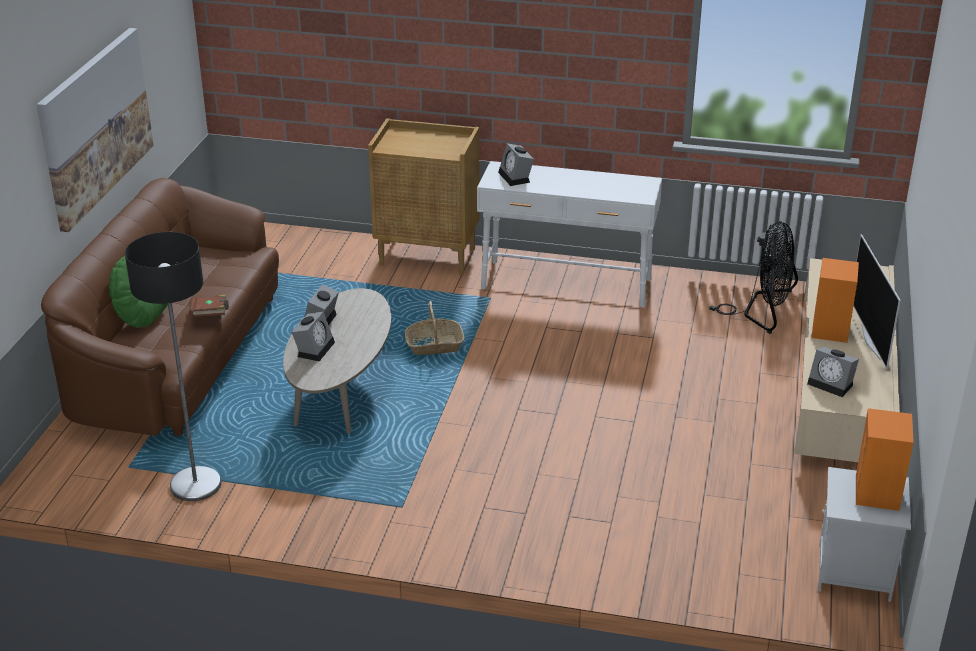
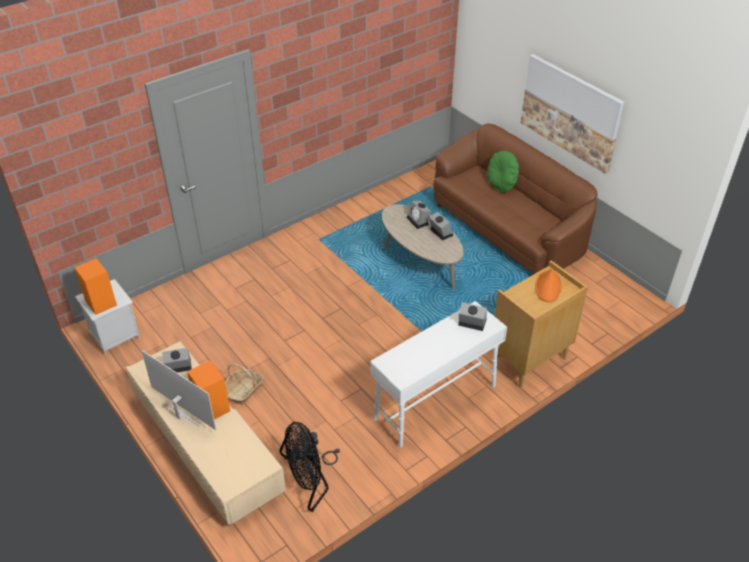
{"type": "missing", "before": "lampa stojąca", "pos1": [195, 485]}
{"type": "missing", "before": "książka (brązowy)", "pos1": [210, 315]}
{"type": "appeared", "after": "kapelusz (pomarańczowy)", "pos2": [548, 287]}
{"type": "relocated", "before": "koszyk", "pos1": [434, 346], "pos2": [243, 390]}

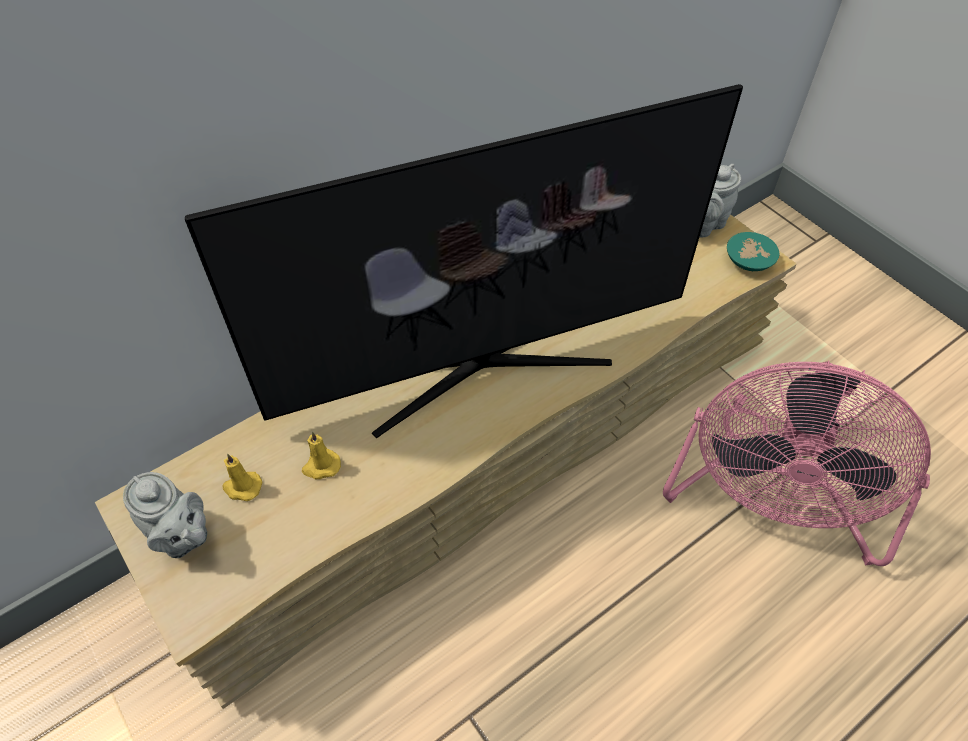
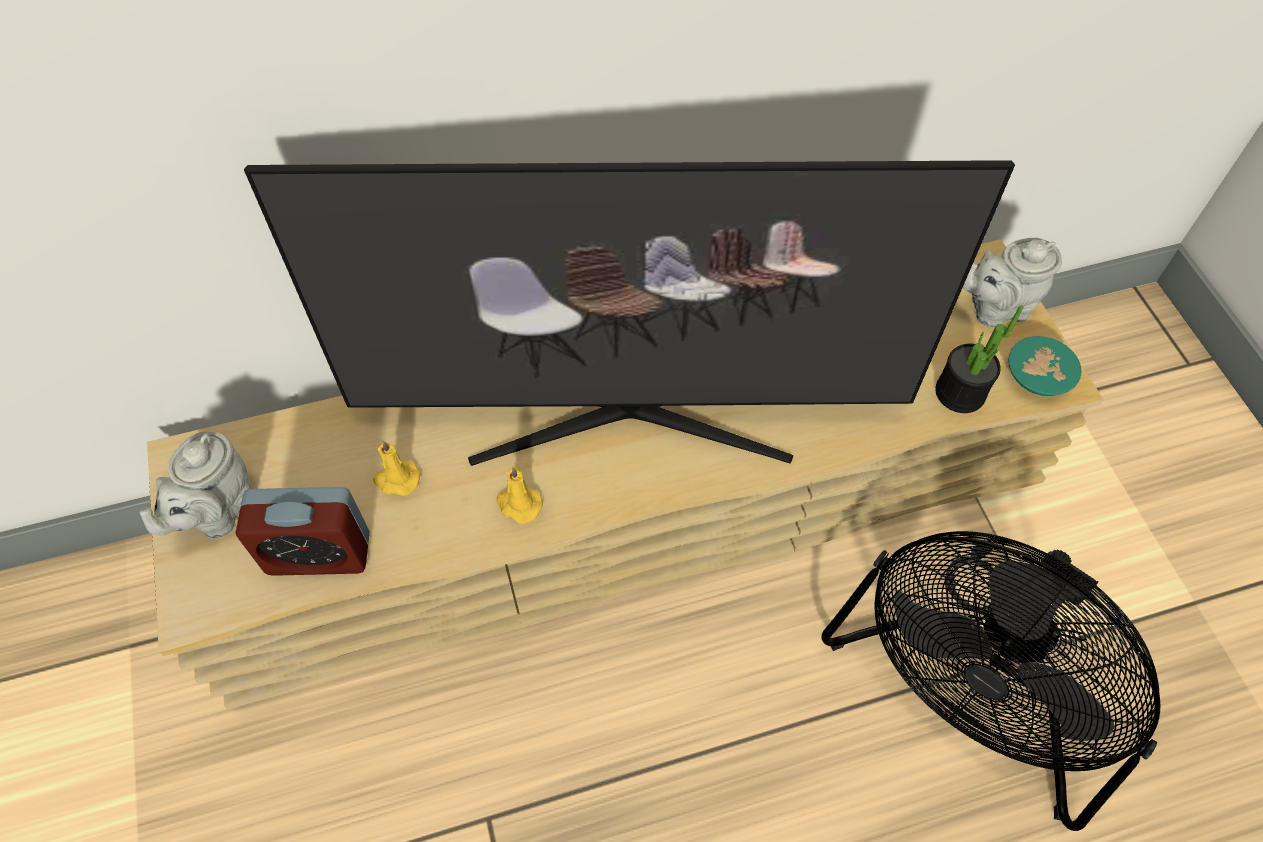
{"type": "appeared", "after": "budzik", "pos2": [319, 554]}
{"type": "appeared", "after": "roślina doniczkowa", "pos2": [960, 392]}
{"type": "relocated", "before": "świeca (żółty)", "pos1": [242, 487], "pos2": [518, 504]}
{"type": "colour", "before": "wentylator (różowy)", "after": "wentylator (czarny)", "pos1": [764, 493], "pos2": [961, 680]}
{"type": "spun", "before": "imbryk (szary)", "pos1": [182, 537], "pos2": [218, 512], "turn": 60}

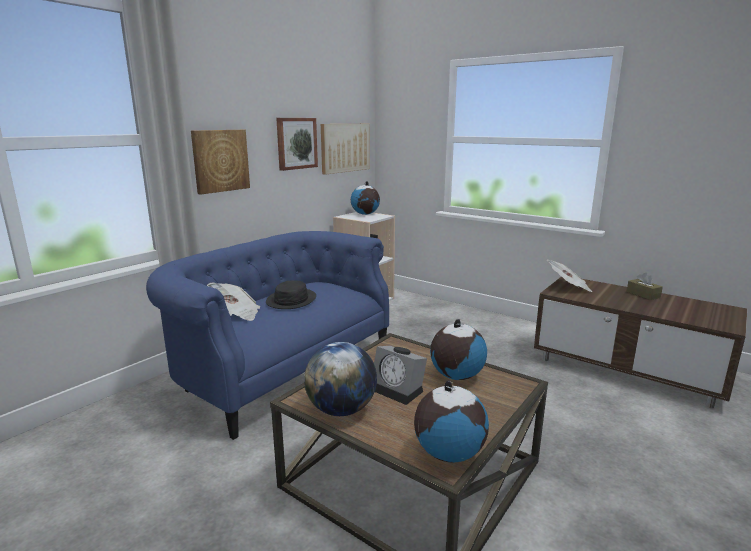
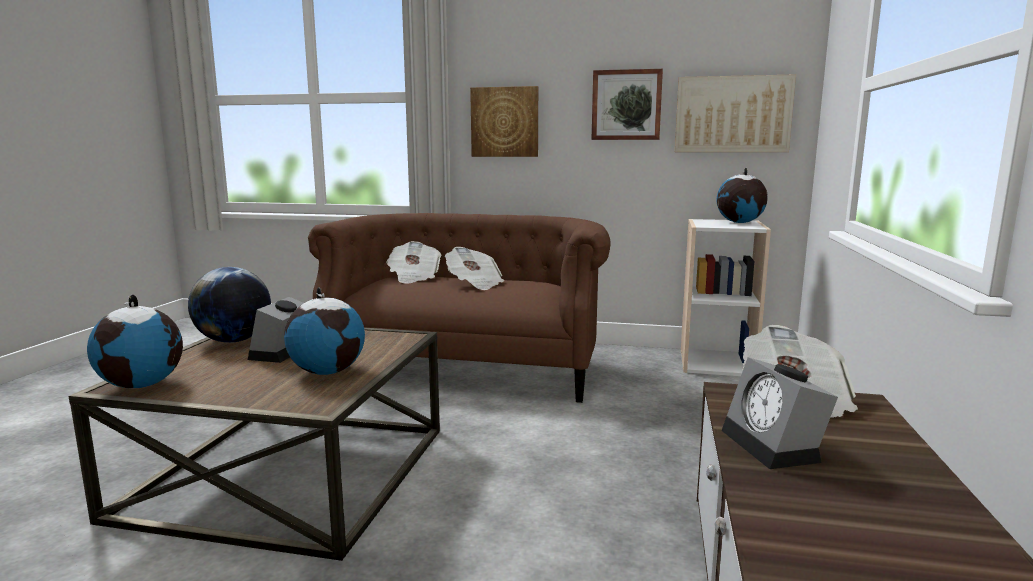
{"type": "missing", "before": "pudełko chusteczek (brązowy)", "pos1": [643, 294]}
{"type": "appeared", "after": "budzik", "pos2": [775, 446]}
{"type": "exchanged", "before": "kapelusz (czarny)", "after": "gazeta", "pos1": [291, 300], "pos2": [474, 284]}
{"type": "colour", "before": "kanapa (niebieski)", "after": "kanapa (brązowy)", "pos1": [282, 368], "pos2": [467, 367]}

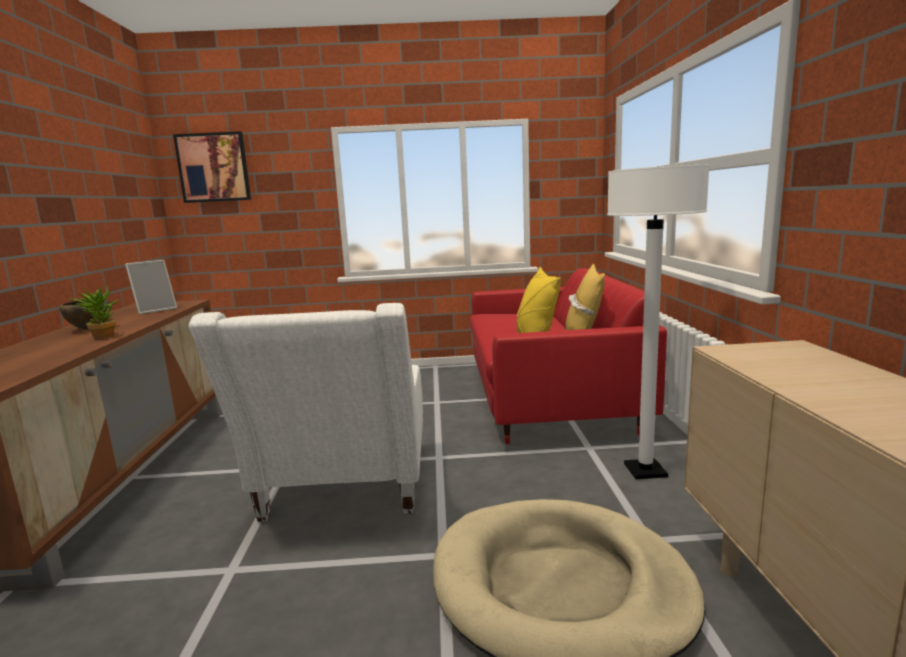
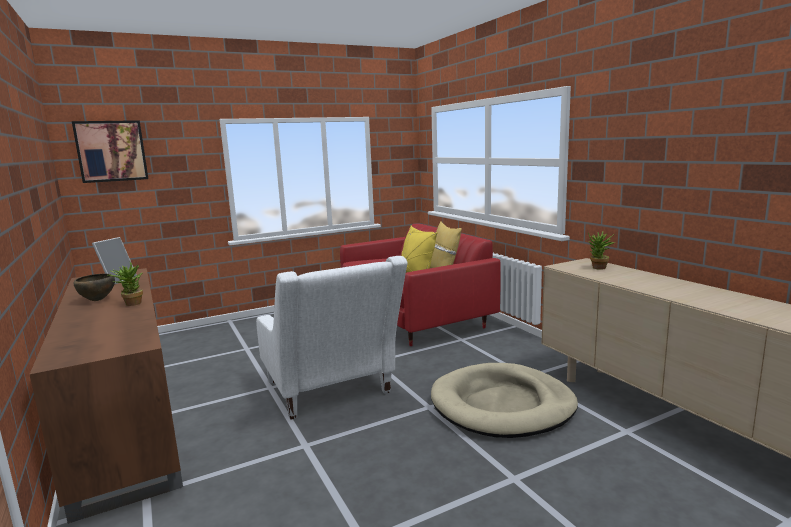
{"type": "missing", "before": "lampa stojąca (biały)", "pos1": [645, 471]}
{"type": "appeared", "after": "roślina doniczkowa", "pos2": [598, 268]}

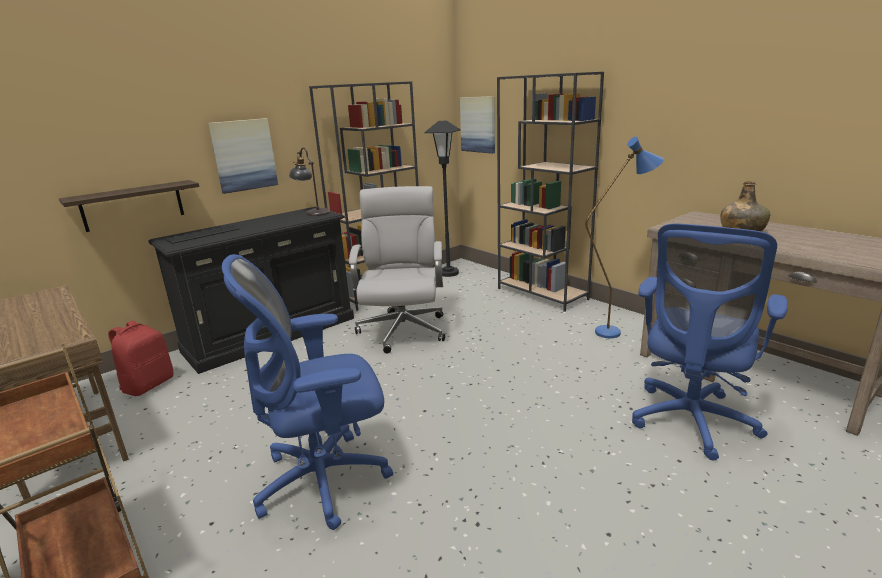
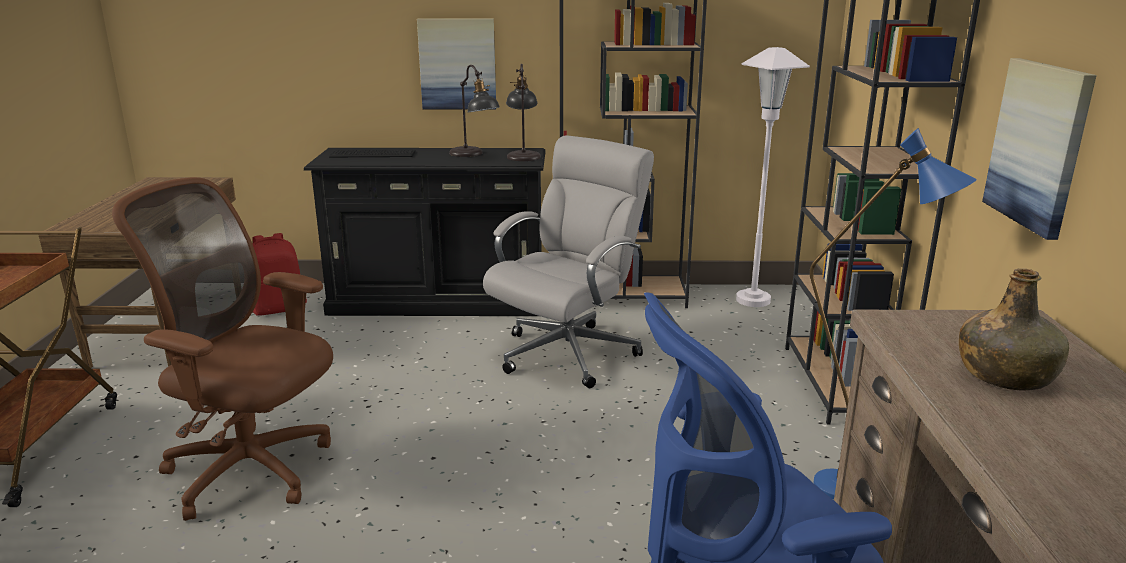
{"type": "missing", "before": "półka", "pos1": [133, 205]}
{"type": "appeared", "after": "lampa stołowa (szary)", "pos2": [475, 155]}
{"type": "relocated", "before": "obraz", "pos1": [478, 124], "pos2": [1038, 145]}
{"type": "colour", "before": "krzesło biurowe (niebieski)", "after": "krzesło biurowe (brązowy)", "pos1": [329, 475], "pos2": [258, 471]}
{"type": "colour", "before": "lampa stojąca (czarny)", "after": "lampa stojąca (biały)", "pos1": [448, 273], "pos2": [753, 300]}

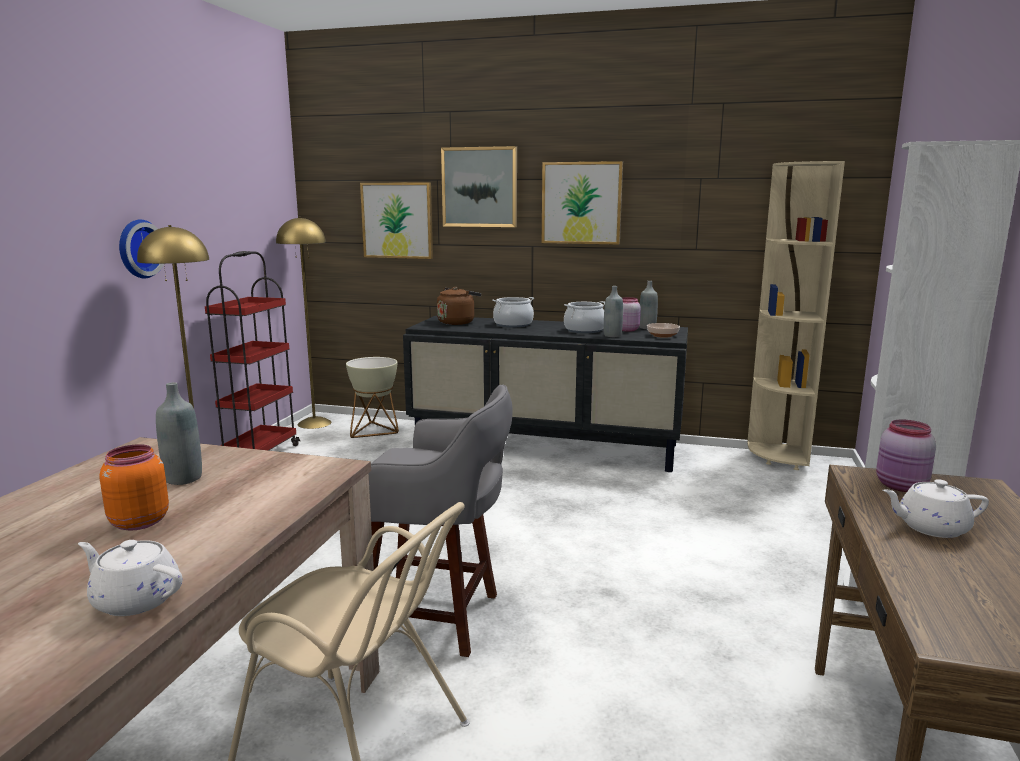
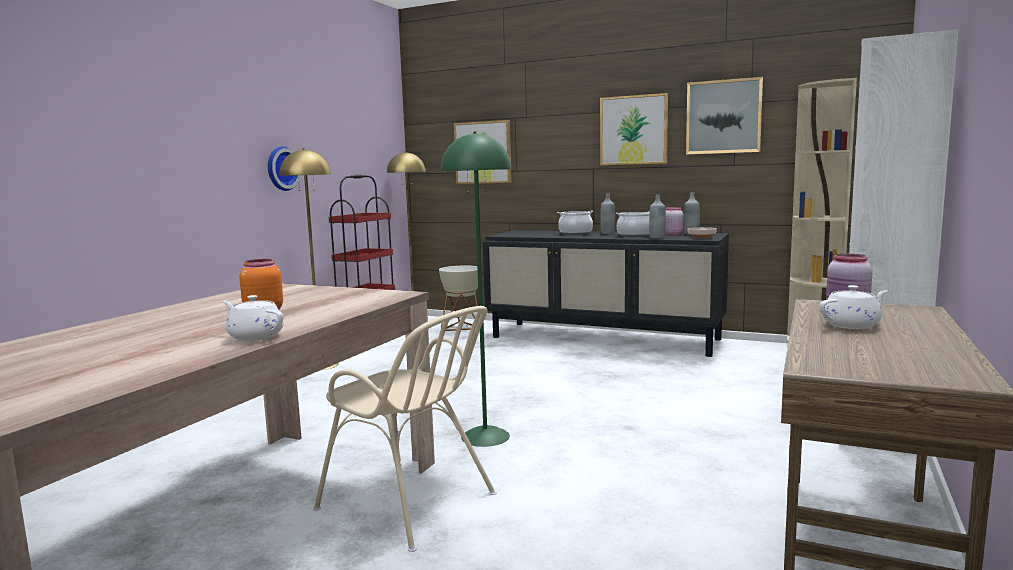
{"type": "missing", "before": "czajnik (brązowy)", "pos1": [457, 322]}
{"type": "relocated", "before": "butelka (szary)", "pos1": [183, 478], "pos2": [607, 233]}
{"type": "relocated", "before": "obraz", "pos1": [480, 187], "pos2": [723, 117]}
{"type": "exchanged", "before": "stołek (szary)", "after": "lampa stojąca (zielony)", "pos1": [436, 618], "pos2": [485, 436]}
{"type": "spun", "before": "imbryk (biały)", "pos1": [930, 528], "pos2": [852, 325], "turn": 150}

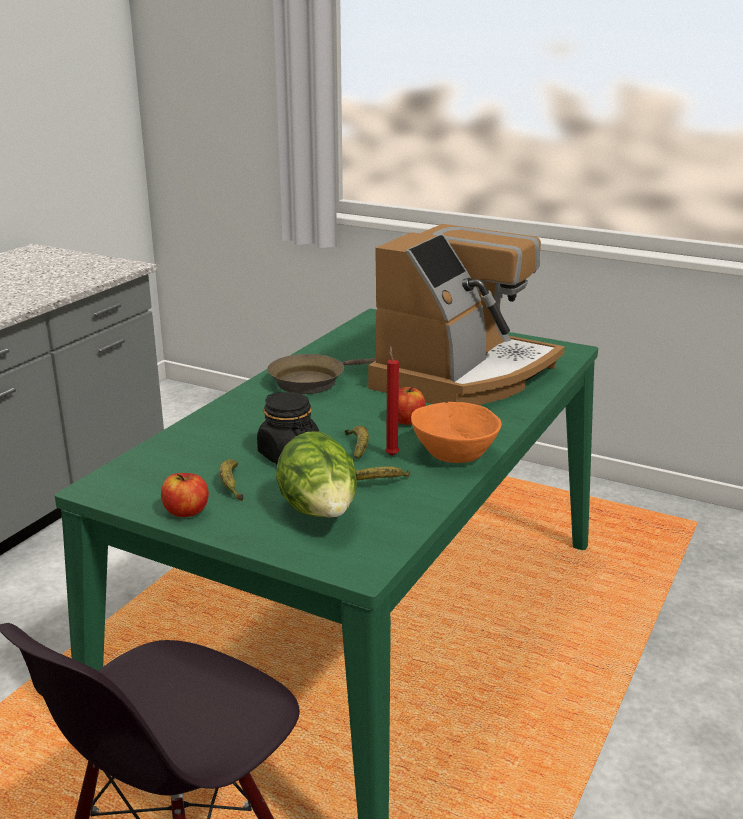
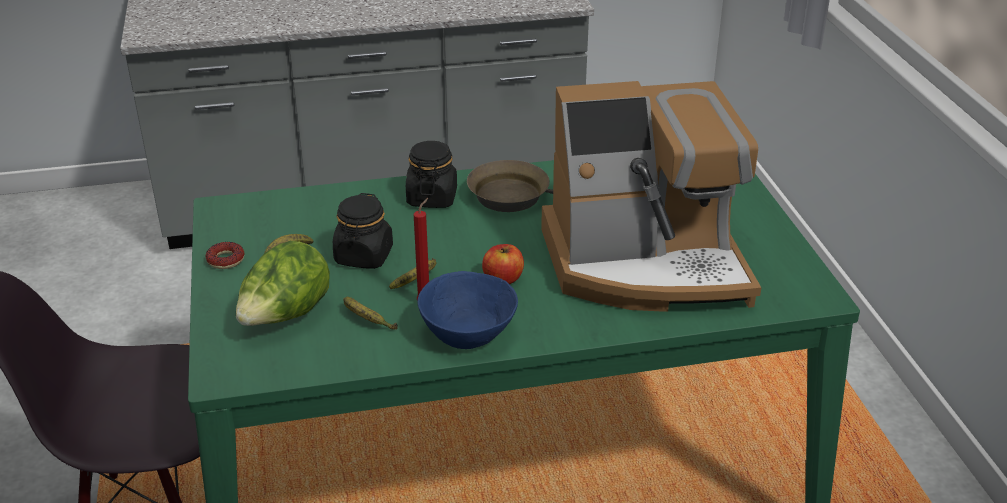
{"type": "appeared", "after": "słoik (czarny)", "pos2": [432, 197]}
{"type": "exchanged", "before": "jabłko", "after": "donut", "pos1": [186, 511], "pos2": [225, 260]}
{"type": "colour", "before": "miska (pomarańczowy)", "after": "miska (niebieski)", "pos1": [455, 454], "pos2": [468, 334]}

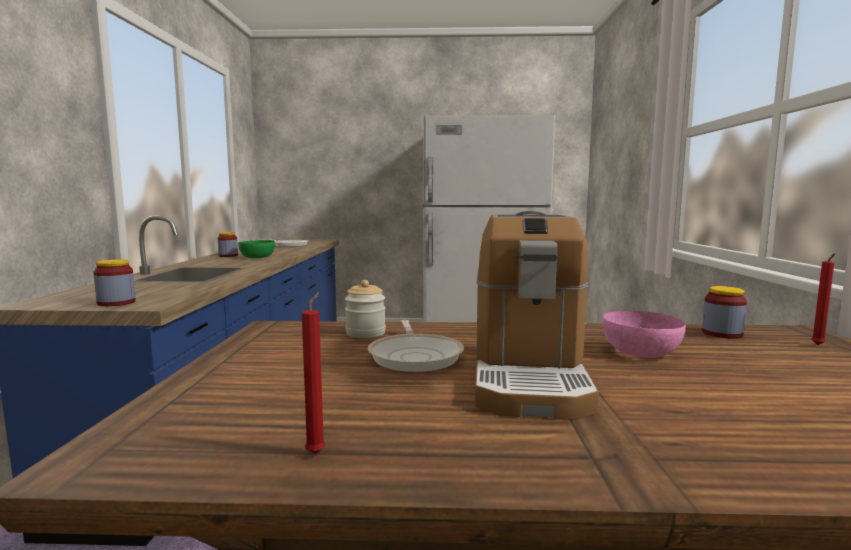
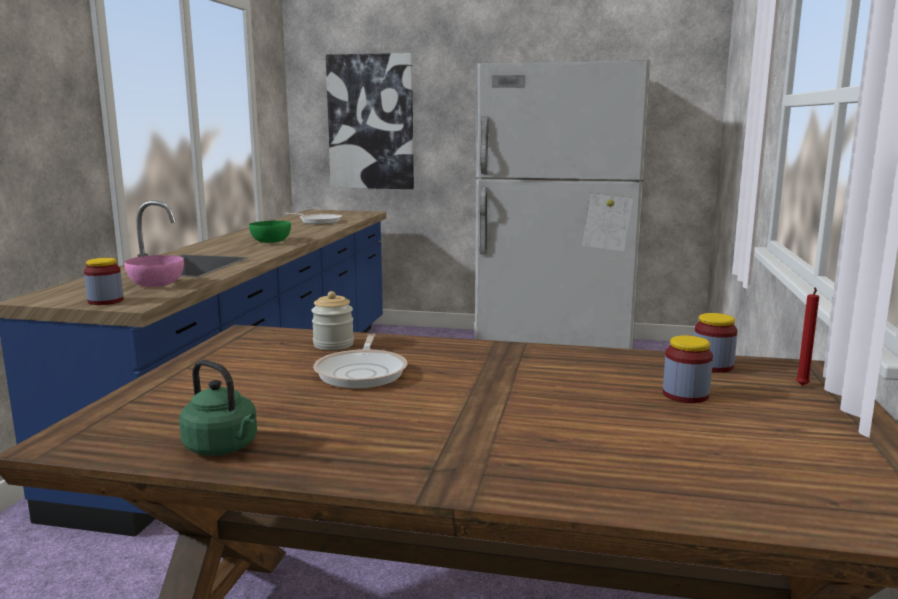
{"type": "missing", "before": "ekspres do kawy", "pos1": [528, 377]}
{"type": "appeared", "after": "obraz", "pos2": [371, 122]}
{"type": "relocated", "before": "słoik", "pos1": [228, 256], "pos2": [685, 395]}
{"type": "relocated", "before": "miska (różowy)", "pos1": [640, 352], "pos2": [157, 284]}
{"type": "exchanged", "before": "świeca (czerwony)", "after": "czajnik (zielony)", "pos1": [317, 452], "pos2": [223, 448]}

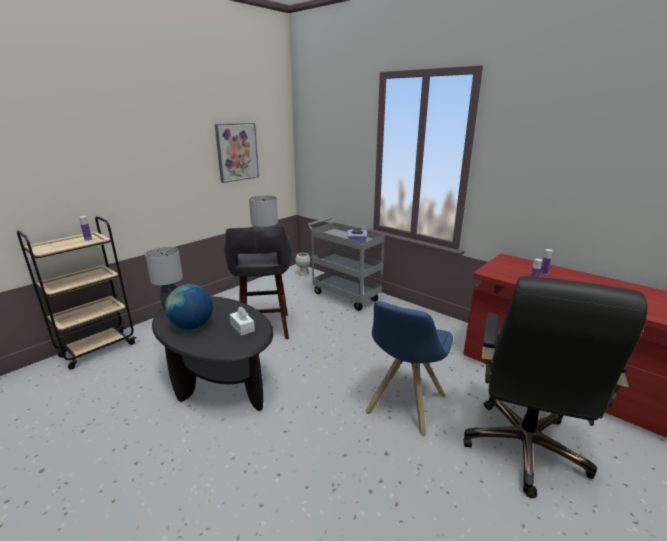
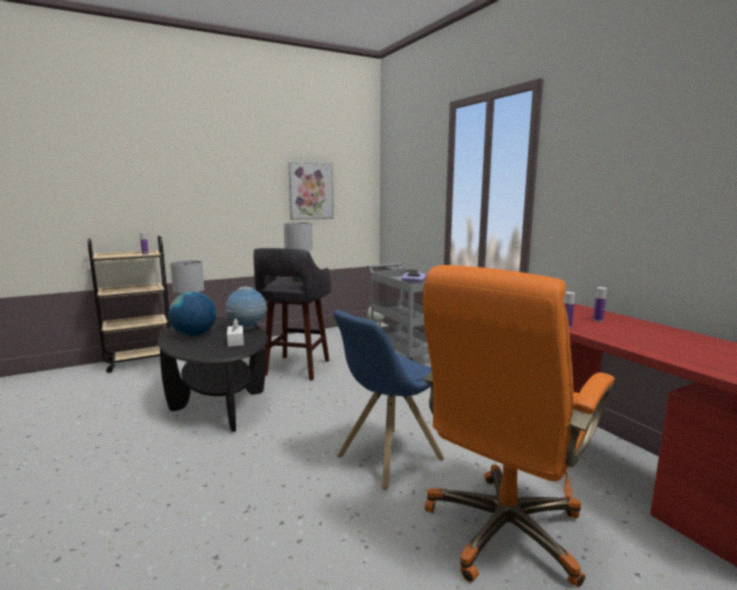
{"type": "appeared", "after": "globus", "pos2": [247, 328]}
{"type": "colour", "before": "krzesło biurowe (czarny)", "after": "krzesło biurowe (pomarańczowy)", "pos1": [523, 444], "pos2": [506, 527]}

